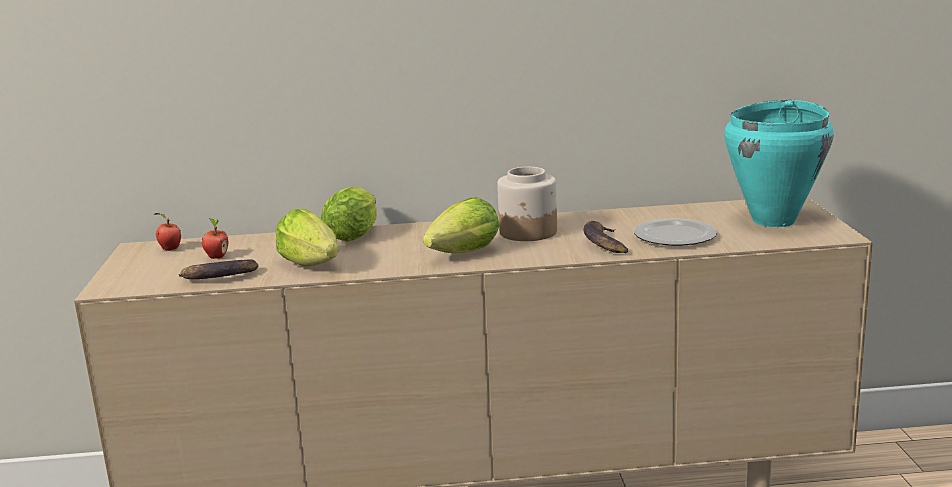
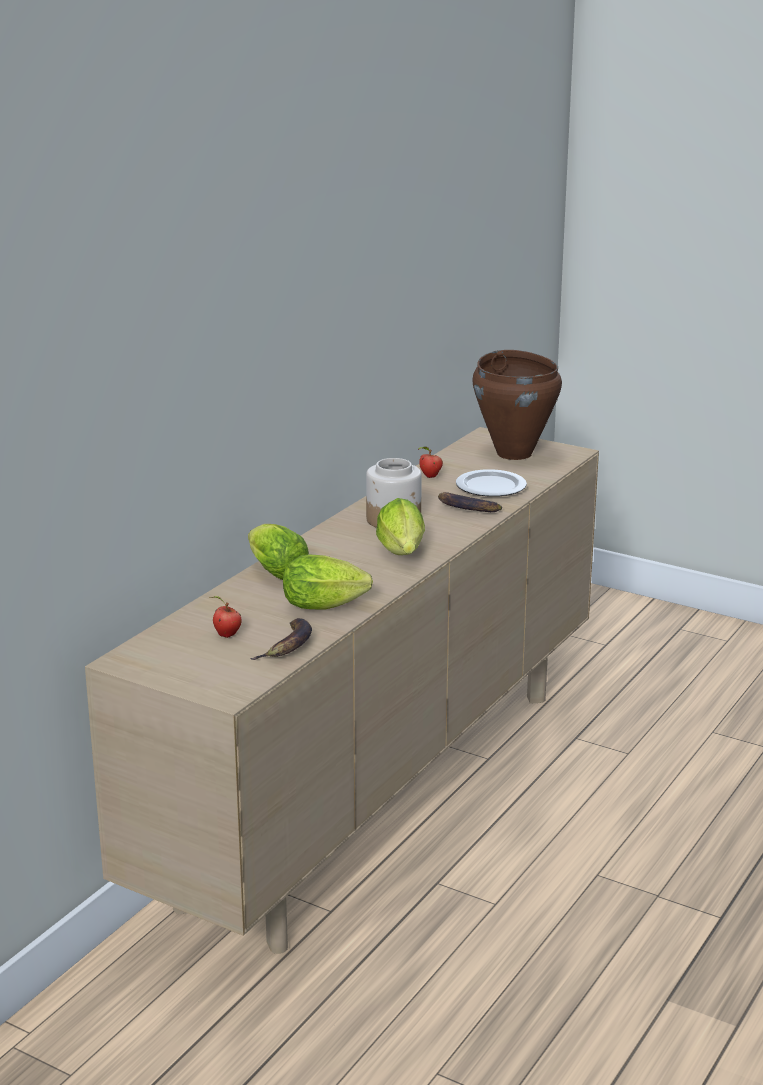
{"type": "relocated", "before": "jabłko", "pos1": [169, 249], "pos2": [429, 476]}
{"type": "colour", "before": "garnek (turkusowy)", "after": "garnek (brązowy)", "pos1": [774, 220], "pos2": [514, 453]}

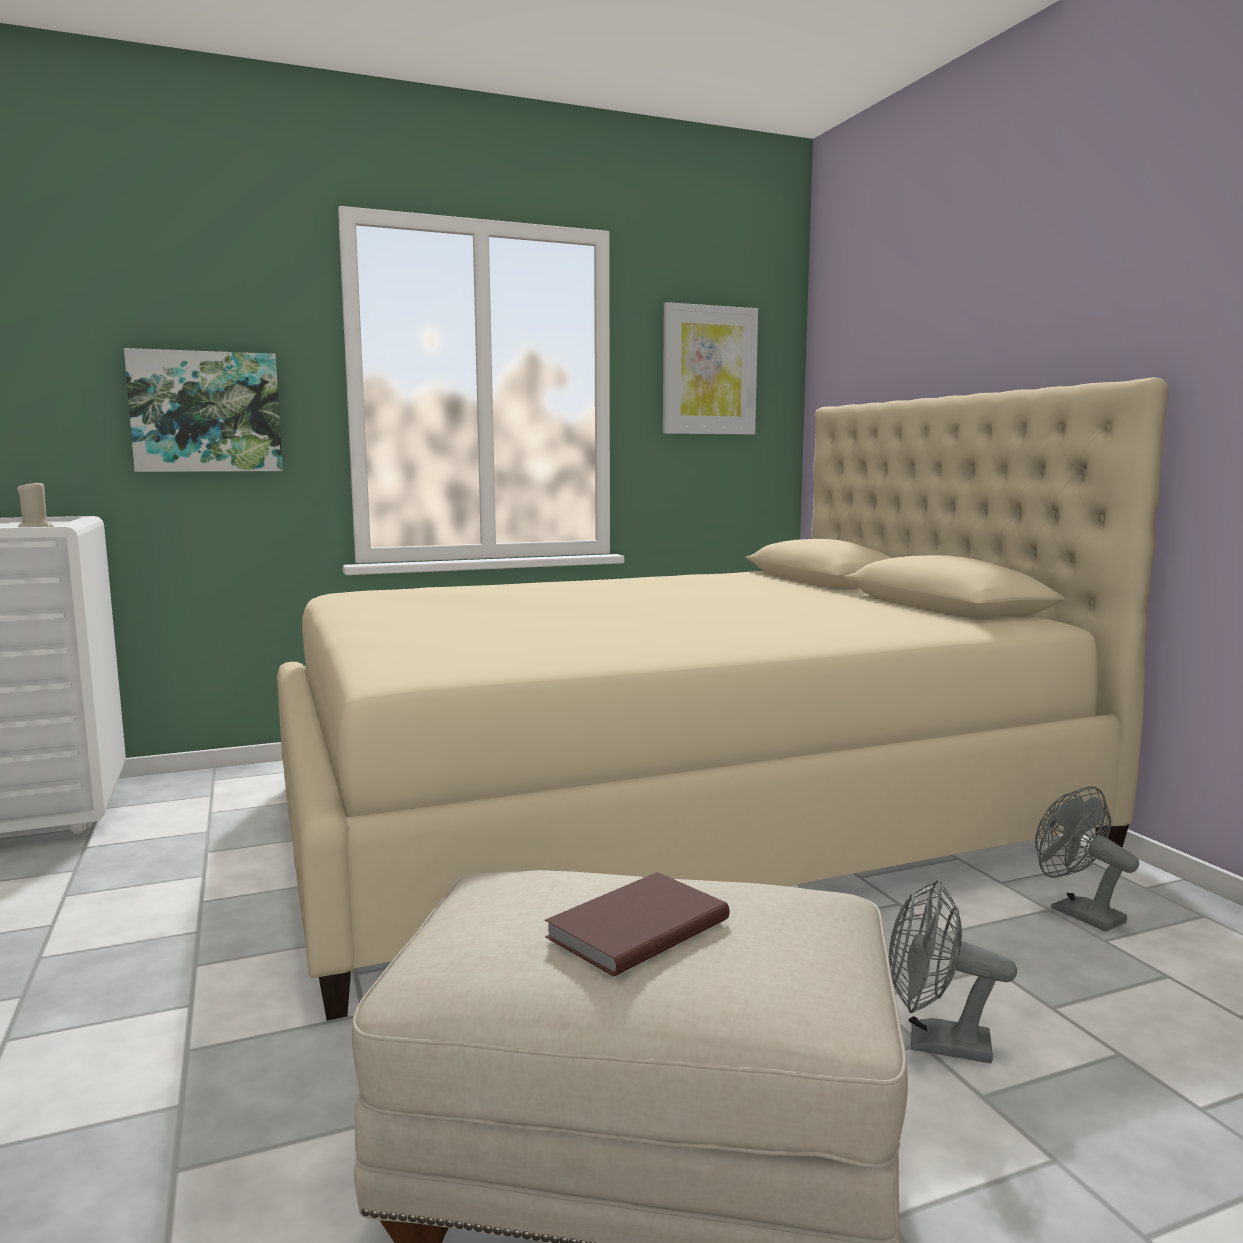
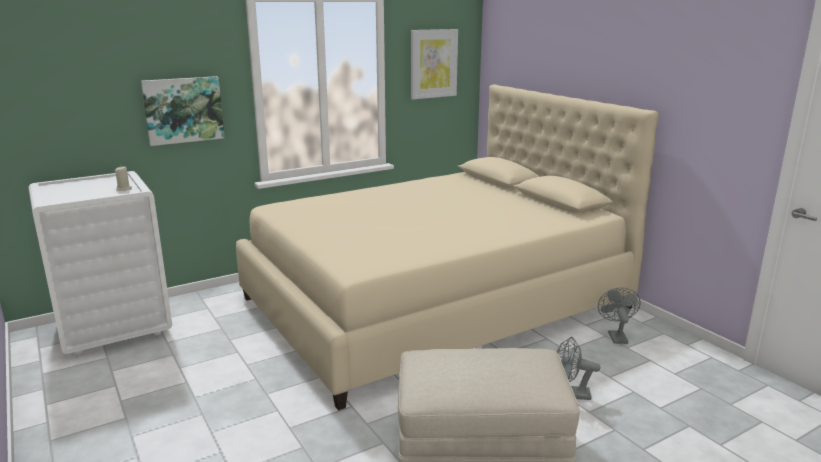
{"type": "missing", "before": "książka (brązowy)", "pos1": [634, 928]}
{"type": "spun", "before": "wentylator (szary)", "pos1": [1077, 912], "pos2": [616, 336], "turn": 45}

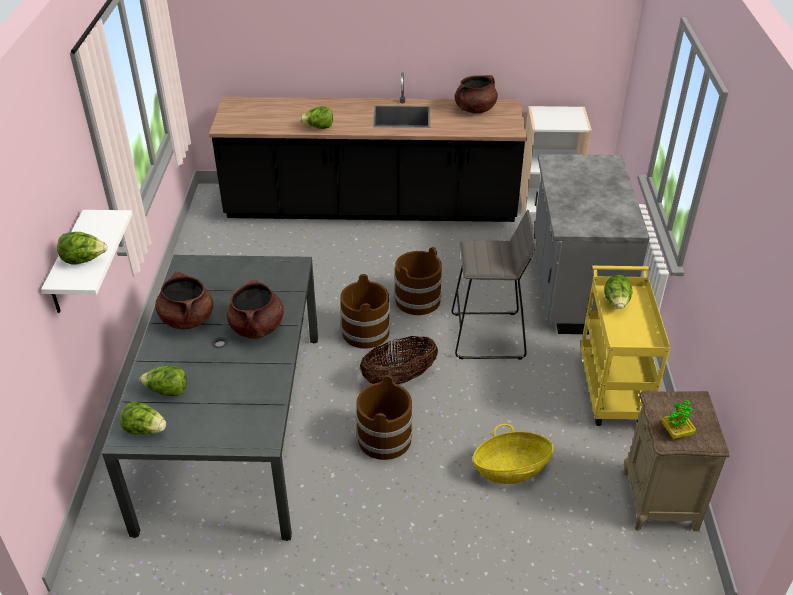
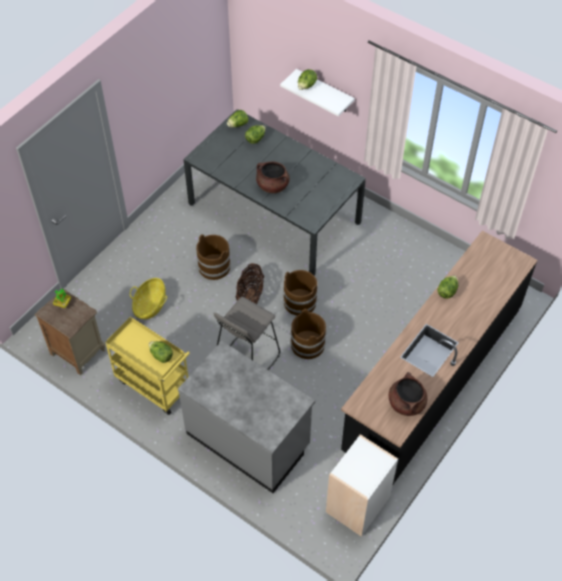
{"type": "missing", "before": "garnek (brązowy)", "pos1": [187, 319]}

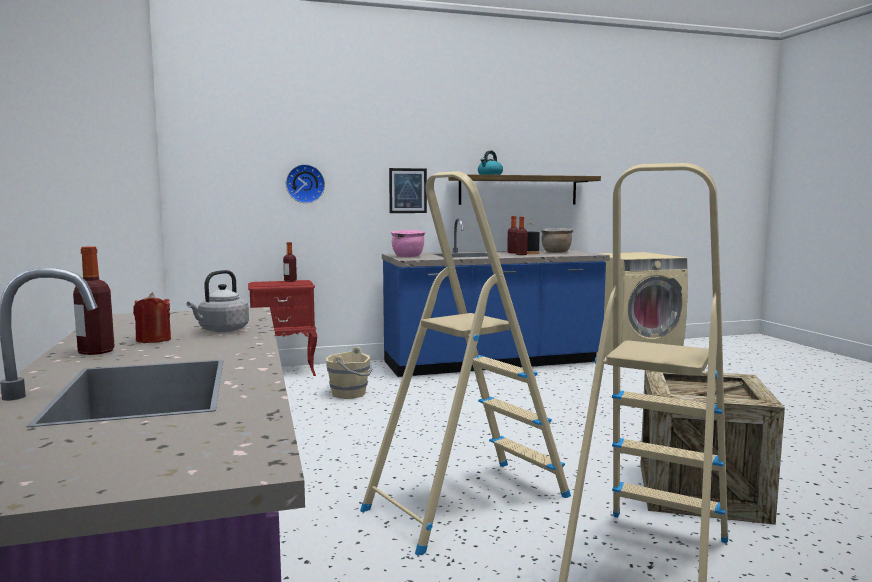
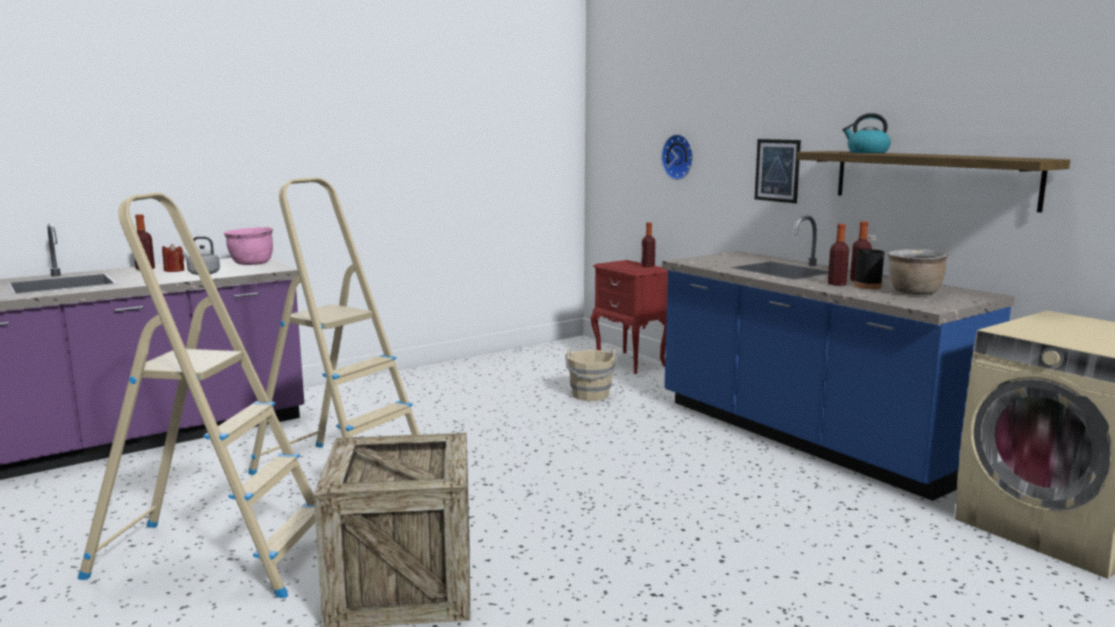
{"type": "relocated", "before": "garnek (różowy)", "pos1": [408, 257], "pos2": [251, 264]}

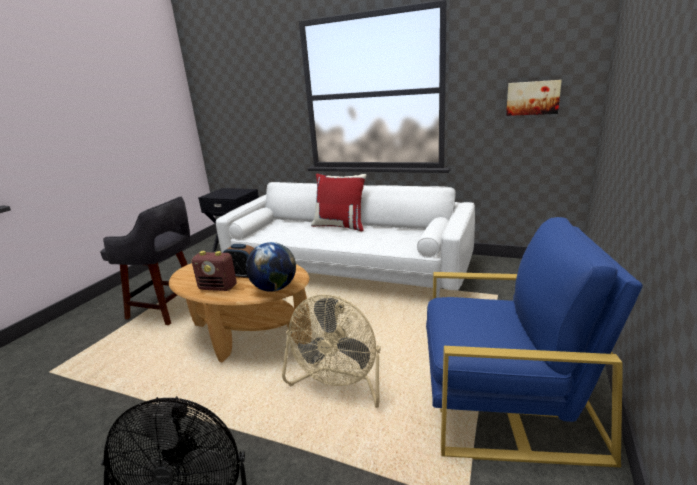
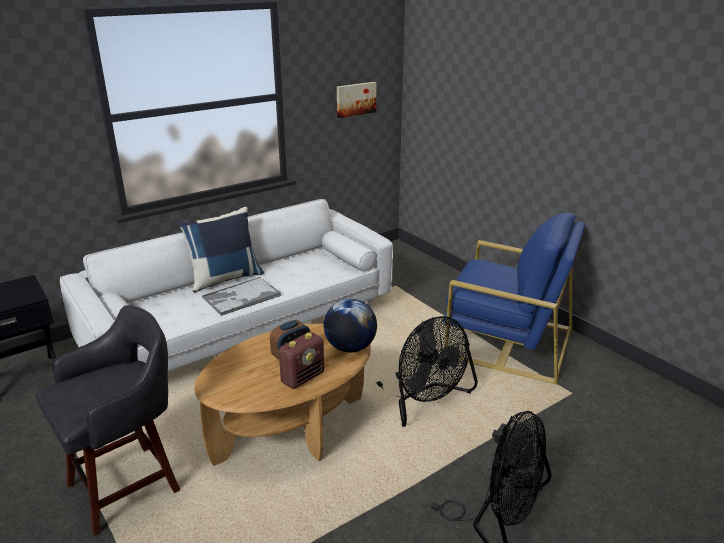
{"type": "appeared", "after": "taca", "pos2": [241, 297]}
{"type": "colour", "before": "wentylator (beżowy)", "after": "wentylator (czarny)", "pos1": [336, 382], "pos2": [423, 401]}
{"type": "colour", "before": "poduszka (czerwony)", "after": "poduszka (niebieski)", "pos1": [340, 226], "pos2": [225, 278]}
{"type": "spun", "before": "fotel (niebieski)", "pos1": [506, 401], "pos2": [508, 342], "turn": 75}

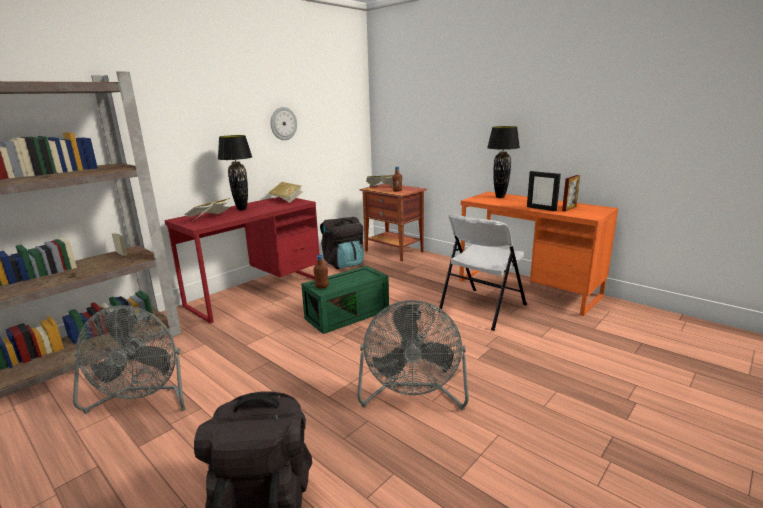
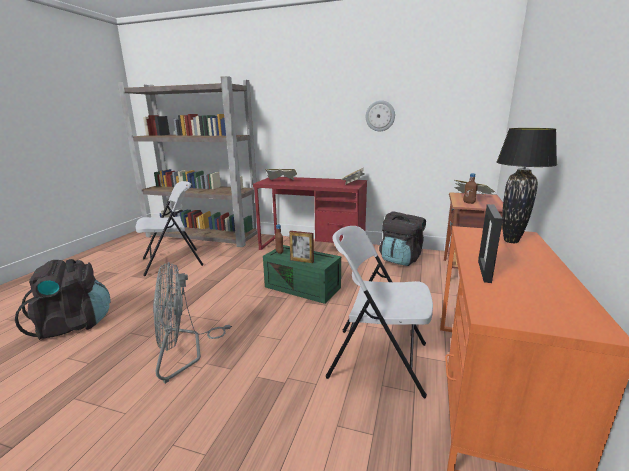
{"type": "missing", "before": "lampa stołowa (czarny)", "pos1": [241, 209]}
{"type": "relocated", "before": "ramka na zdjęcie", "pos1": [569, 208], "pos2": [302, 261]}
{"type": "exchanged", "before": "wentylator (szary)", "after": "krzesło (biały)", "pos1": [141, 398], "pos2": [172, 262]}

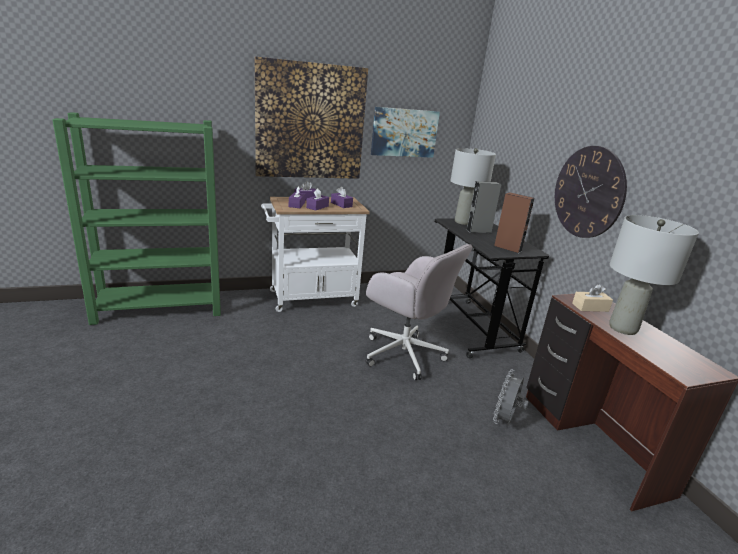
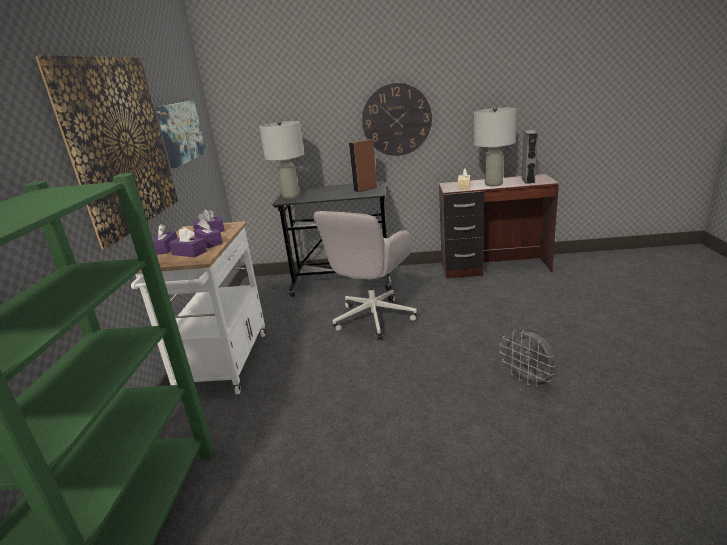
{"type": "relocated", "before": "głośnik (szary)", "pos1": [478, 231], "pos2": [528, 180]}
{"type": "relocated", "before": "wentylator (szary)", "pos1": [505, 421], "pos2": [529, 379]}
{"type": "spun", "before": "krzesło biurowe (szary)", "pos1": [404, 355], "pos2": [373, 319], "turn": 150}

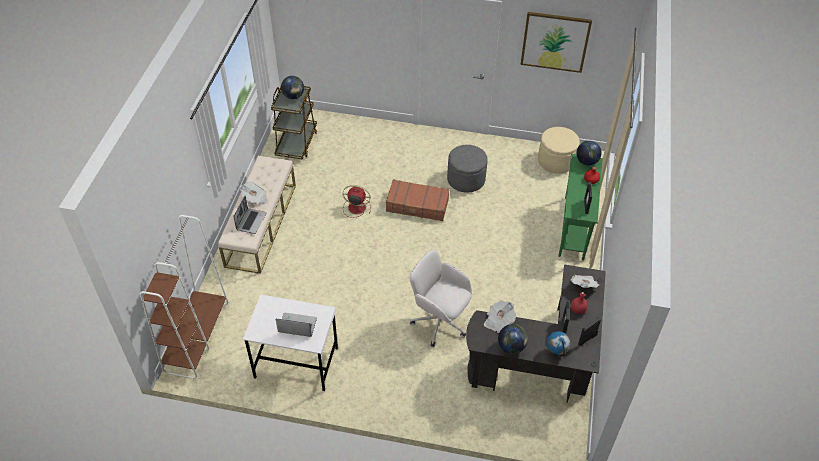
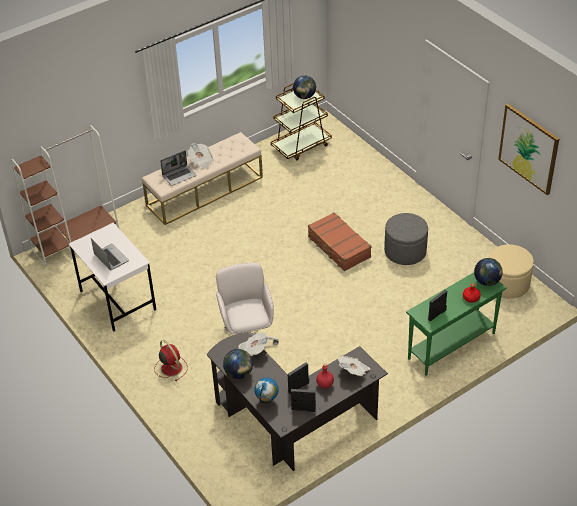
{"type": "relocated", "before": "wentylator (czerwony)", "pos1": [356, 207], "pos2": [171, 367]}

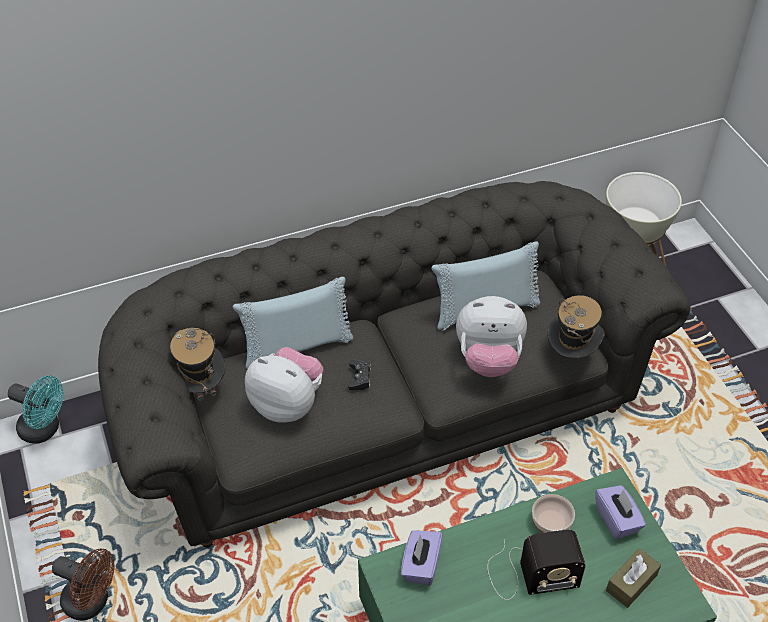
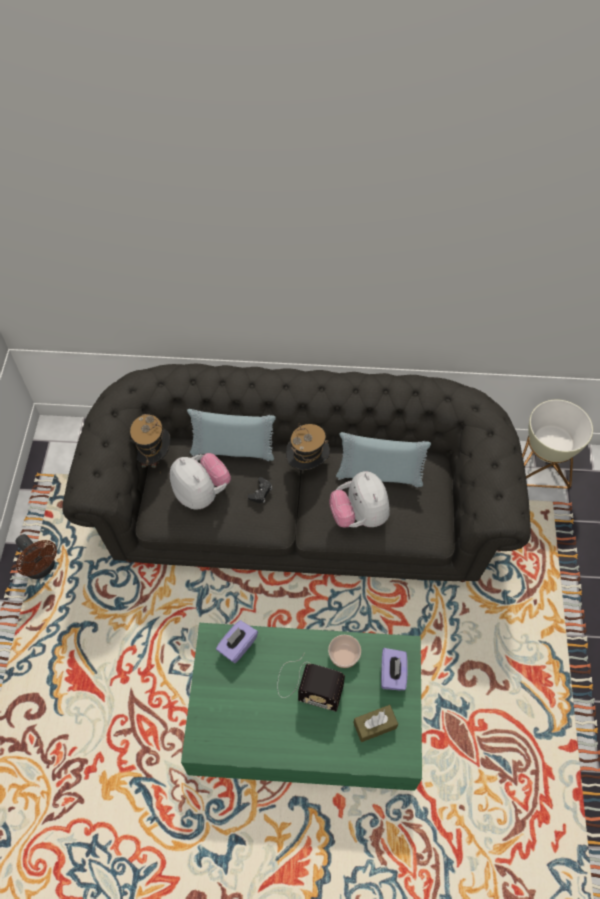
{"type": "missing", "before": "wentylator (turkusowy)", "pos1": [45, 429]}
{"type": "relocated", "before": "kapelusz", "pos1": [571, 354], "pos2": [307, 463]}
{"type": "spun", "before": "pluszak", "pos1": [488, 359], "pos2": [359, 515], "turn": 45}

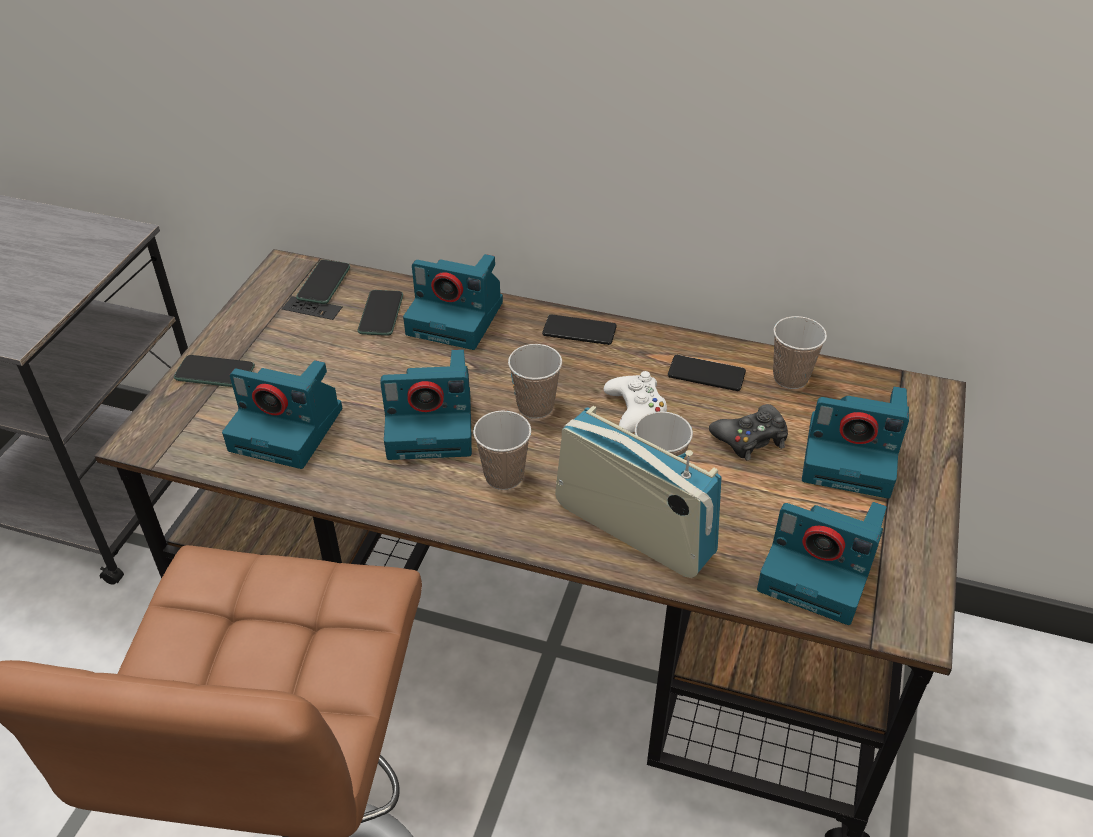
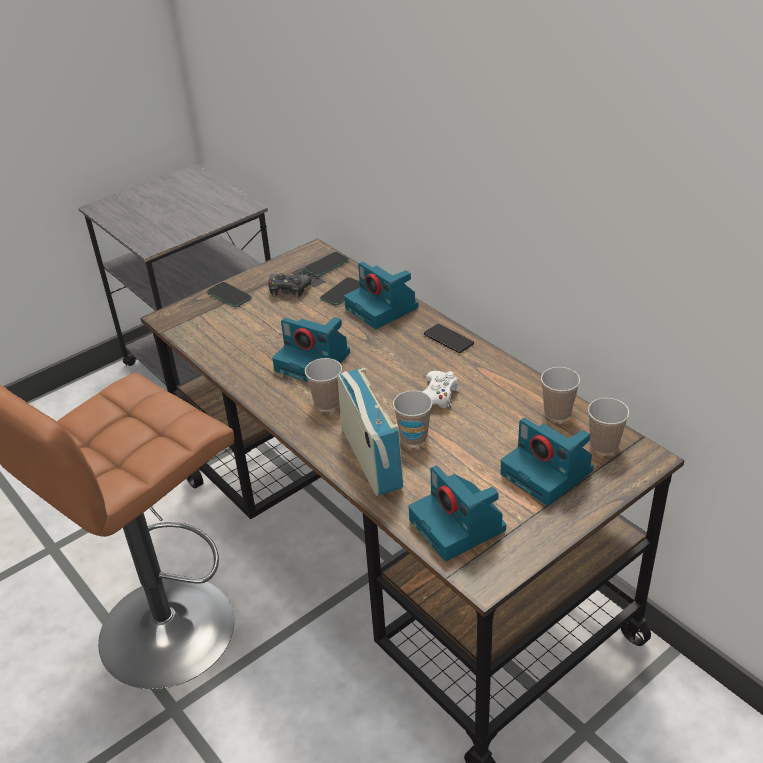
{"type": "missing", "before": "aparat fotograficzny", "pos1": [289, 429]}
{"type": "missing", "before": "telefon", "pos1": [706, 374]}
{"type": "relocated", "before": "filiżanka", "pos1": [535, 407], "pos2": [604, 445]}
{"type": "relocated", "before": "pad do gier (czarny)", "pos1": [750, 438], "pos2": [289, 290]}

